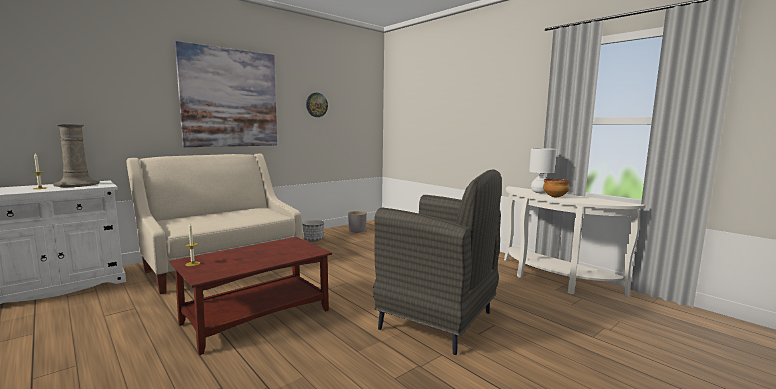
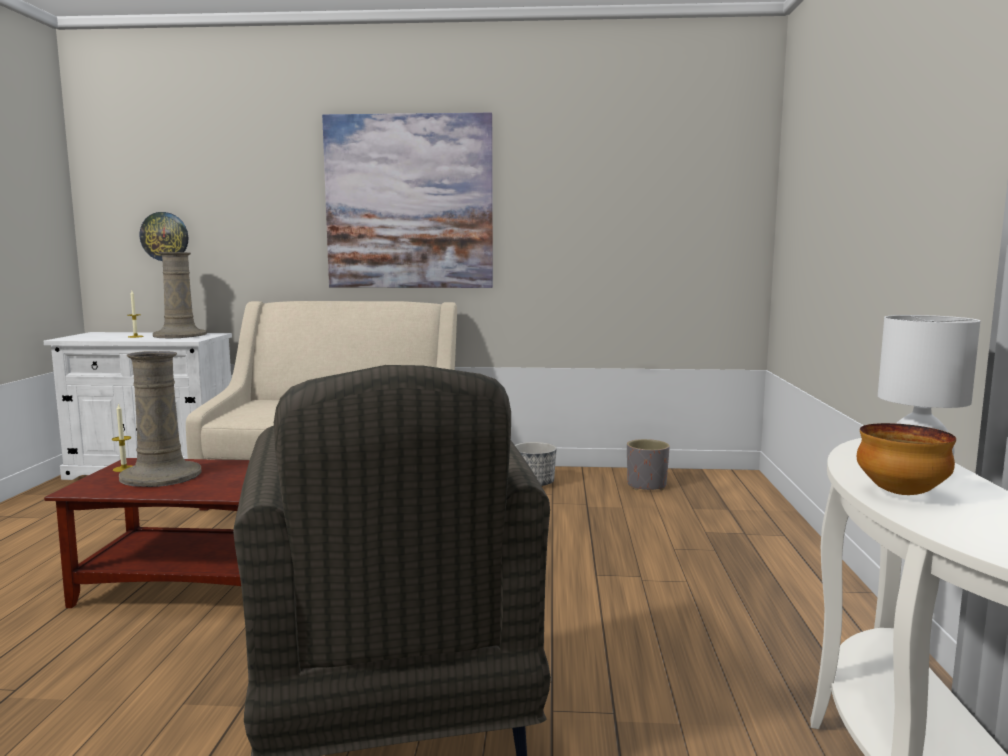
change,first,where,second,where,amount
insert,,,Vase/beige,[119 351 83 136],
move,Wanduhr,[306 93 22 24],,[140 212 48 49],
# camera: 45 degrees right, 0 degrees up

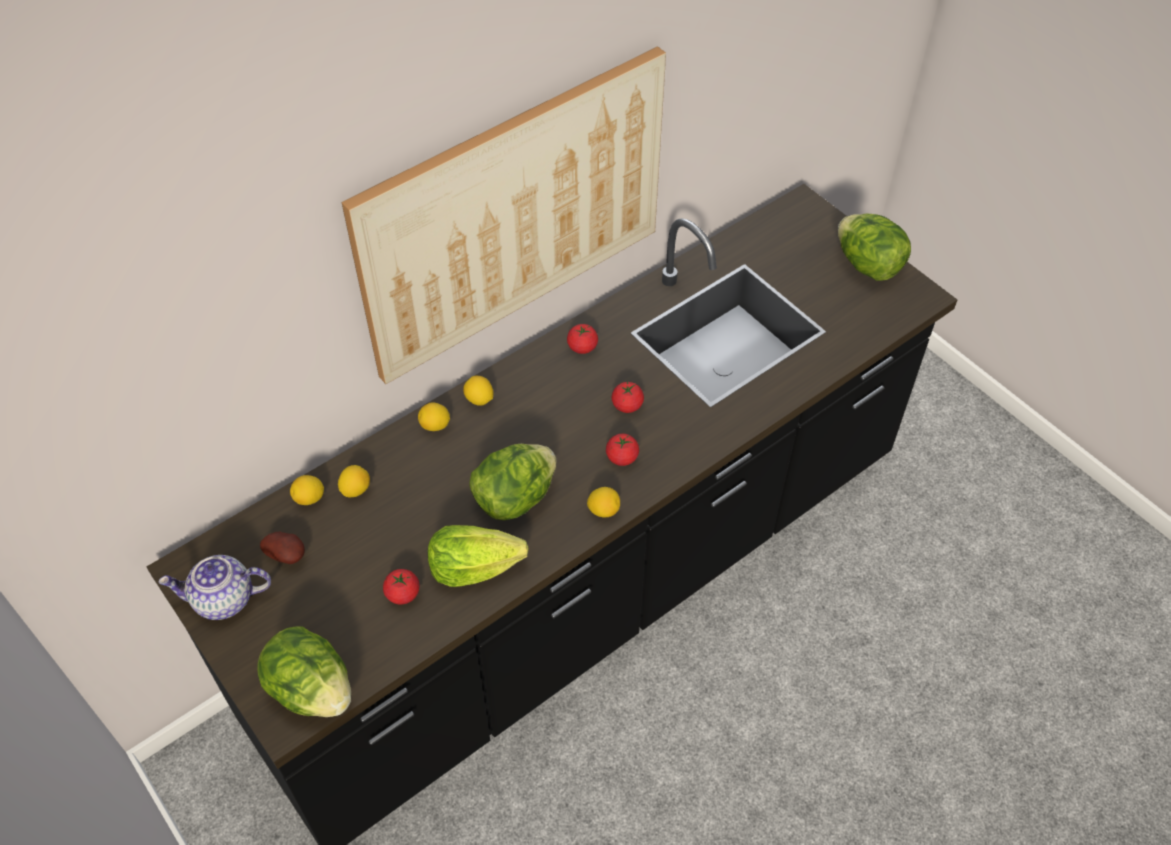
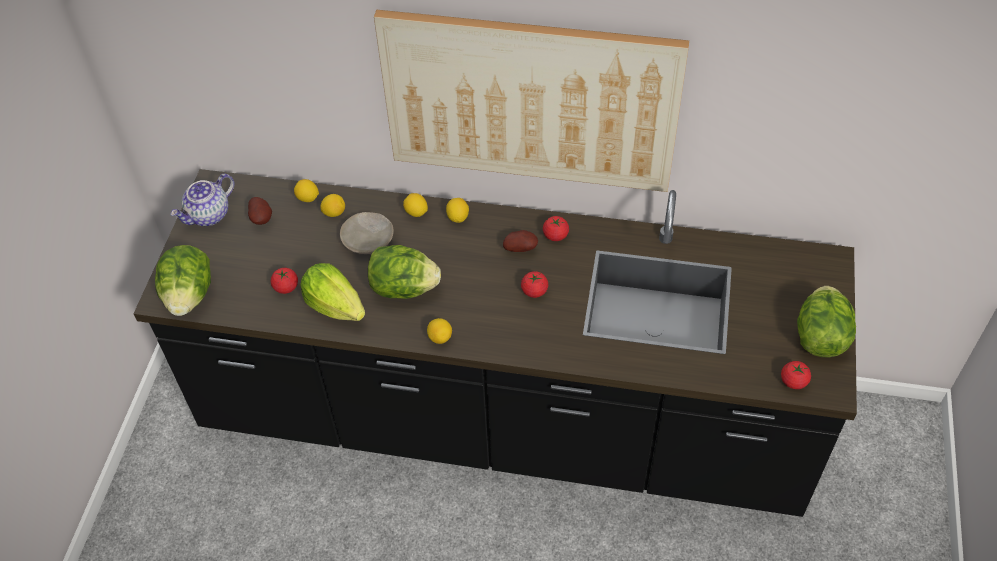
change,first,where,second,where,amount
insert,,,Teller/beige,[340 212 54 42],
insert,,,Kartoffel,[503 230 35 22],
move,Tomate,[606 434 33 32],,[781 361 30 28],
rotate,Teekanne,[158 555 113 65],,[170 174 65 52],90 degrees counterclockwise
# camera: 50 degrees right, 0 degrees up

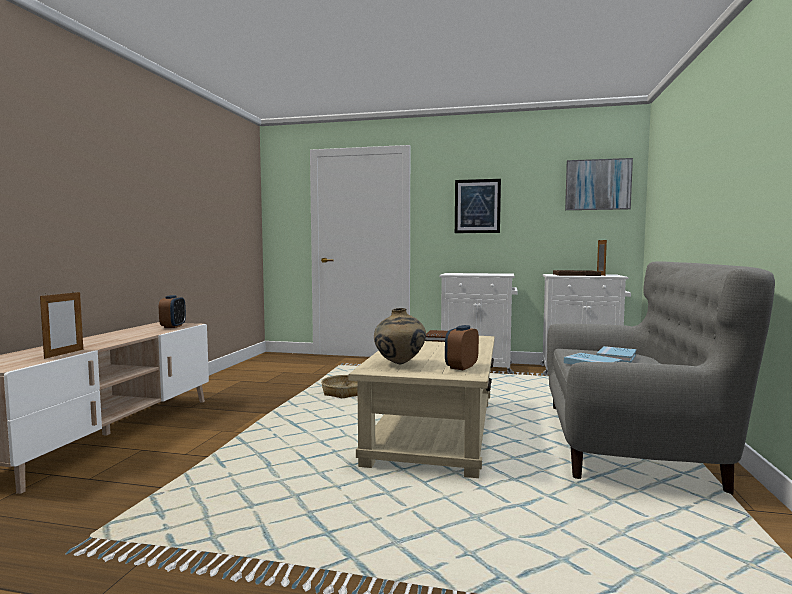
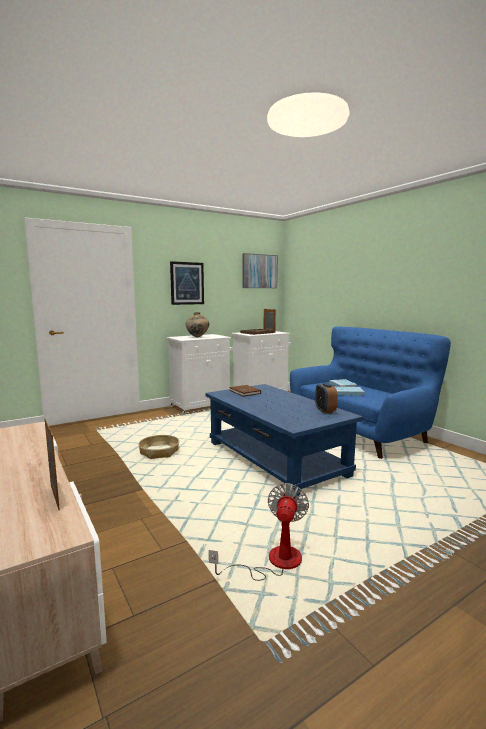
change,first,where,second,where,amount
delete,Wecker,[159 295 27 33],,,
insert,,,Ventilator,[209 483 100 98],
move,Vase/beige,[374 308 52 56],,[186 312 23 25],
recolor,Couchtisch/beige,[349 336 146 142],Couchtisch/blau,[205 384 158 112],
recolor,Sofa/grau,[547 261 228 234],Sofa/blau,[290 327 161 132],
# camera: 45 degrees left, 5 degrees up

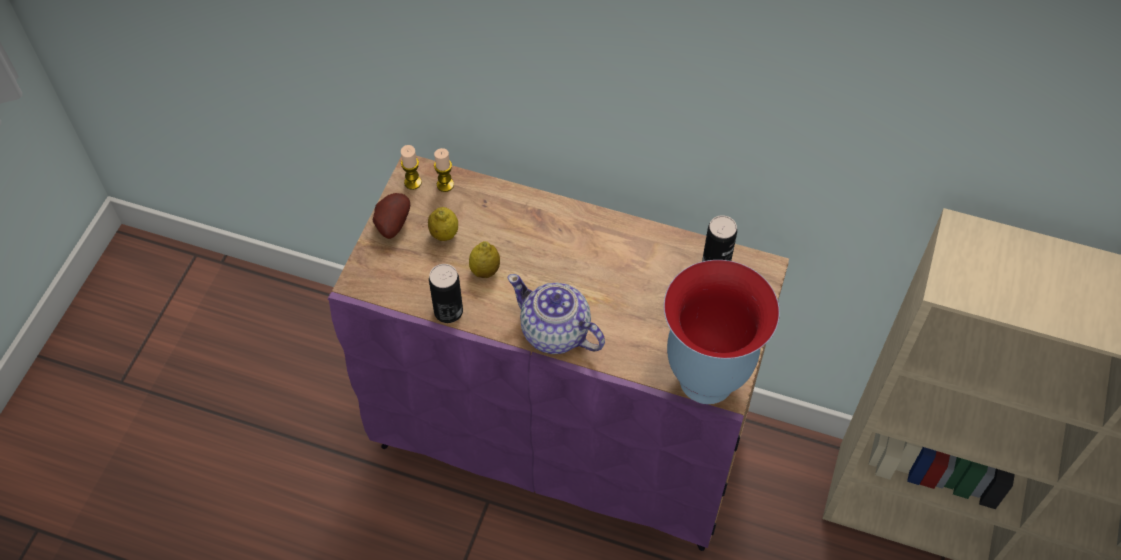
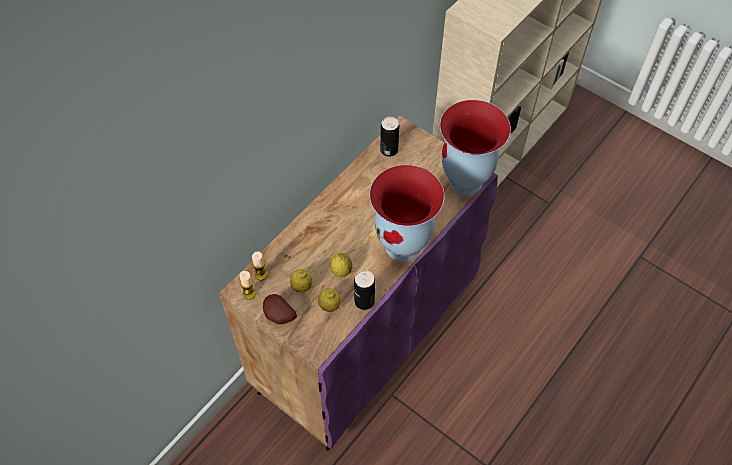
change,first,where,second,where,amount
insert,,,Zitrone,[318 288 23 24],
replace,Teekanne,[507 274 98 80],Vase,[369 165 75 97],
# camera: 70 degrees left, 0 degrees up

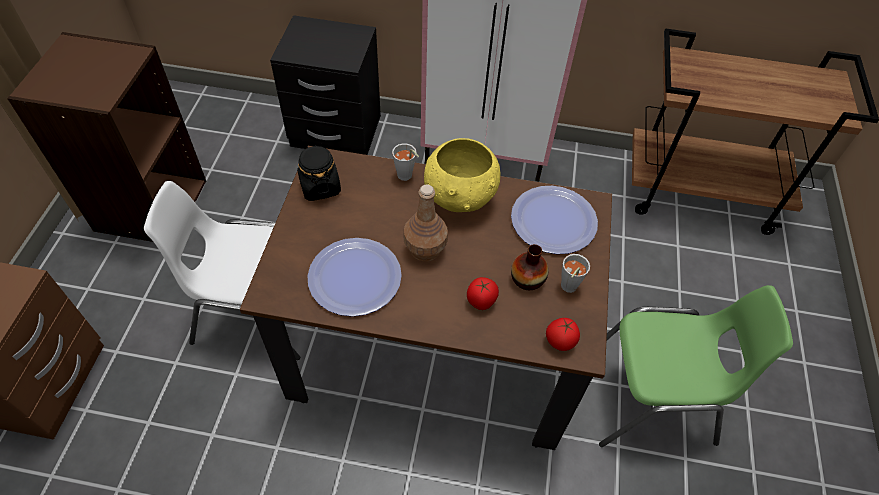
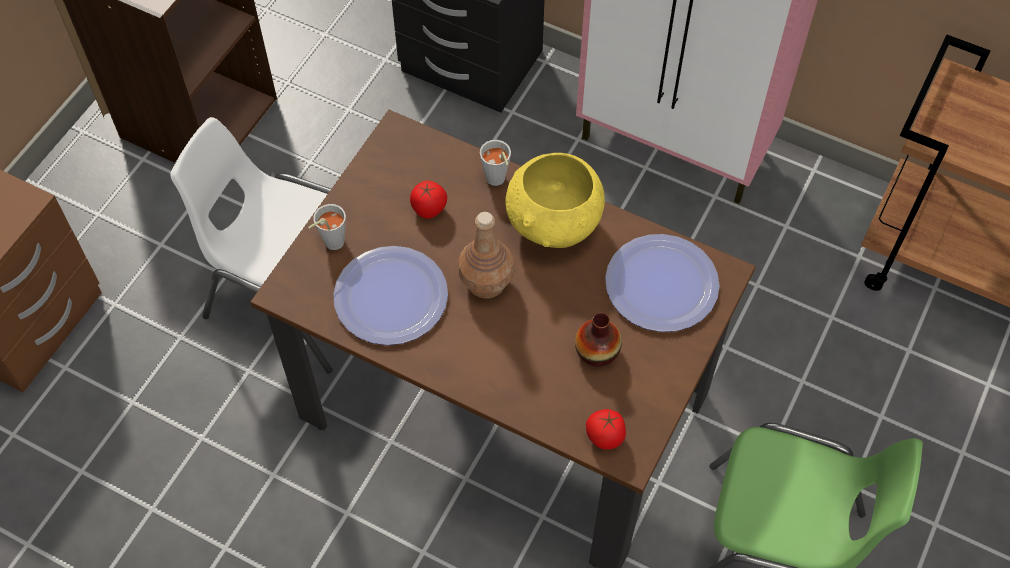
change,first,where,second,where,amount
delete,Vorratsglas/schwarz,[297 144 44 57],,,
move,Tomate,[467 277 32 33],,[410 181 37 38],
move,Tasse/grau,[561 254 29 39],,[308 204 38 46],
# camera: 20 degrees right, 5 degrees up

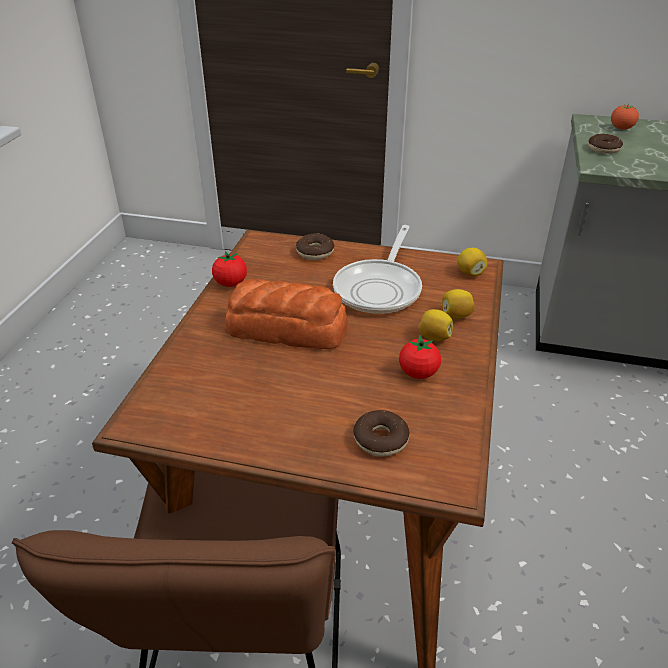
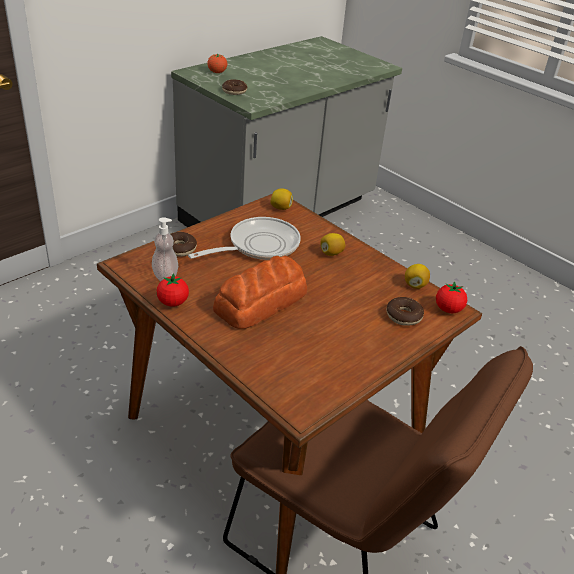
change,first,where,second,where,amount
insert,,,Seifenspender,[152 217 26 64],
move,Tomate,[399 335 42 44],,[436 282 31 31],
move,Zitrone,[442 289 32 30],,[405 264 25 25],
rotate,Pfanne,[333 225 89 89],,[188 217 113 43],90 degrees counterclockwise
# camera: 60 degrees left, 0 degrees up

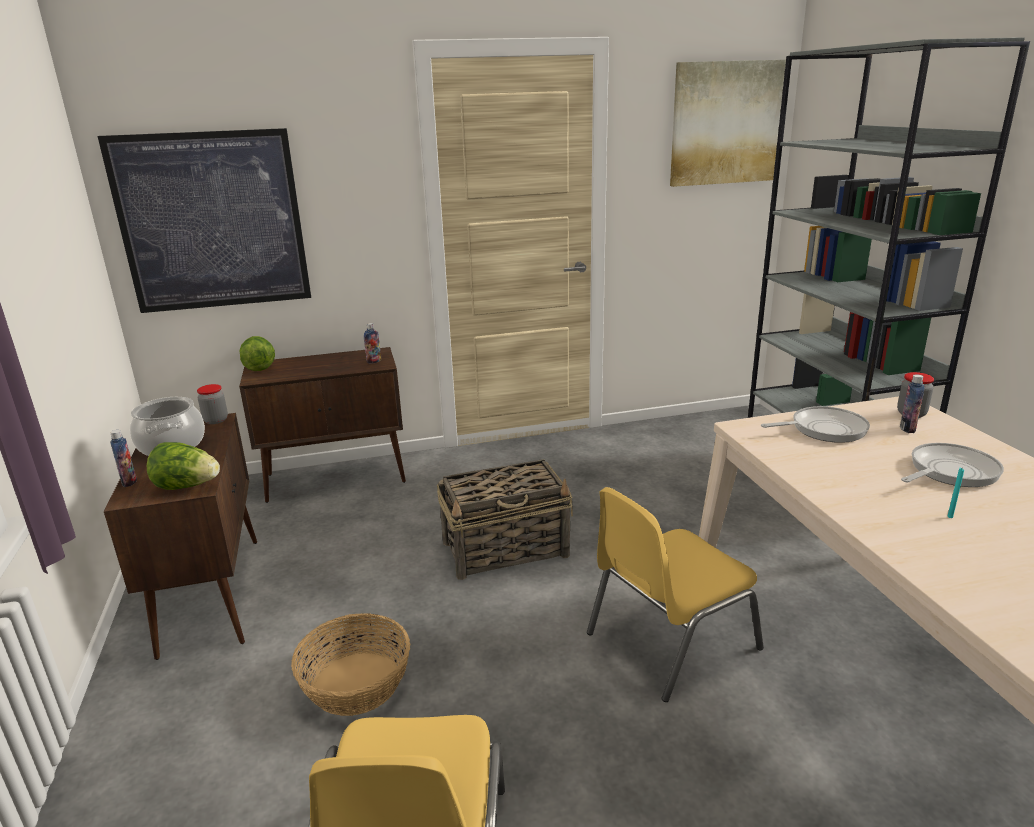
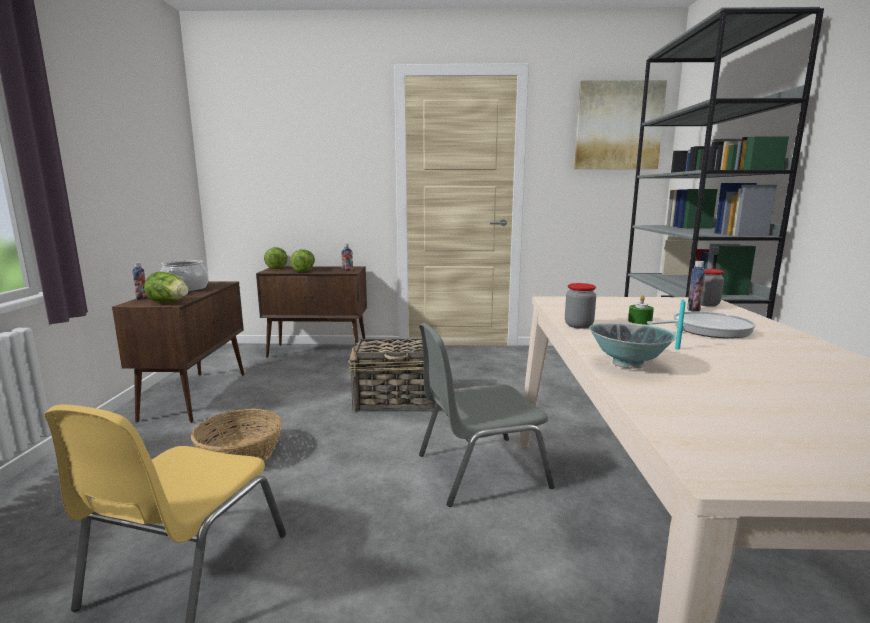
change,first,where,second,where,amount
delete,Bild,[98 128 213 185],,,
delete,Pfanne,[761 406 109 37],,,
insert,,,Salatkopf,[290 249 25 23],
insert,,,Schüssel,[589 323 87 45],
insert,,,Kerze/grün,[628 295 26 30],
move,Vorratsglas,[197 384 31 40],,[565 283 31 46],
recolor,Stuhl/gelb,[587 487 177 215],Stuhl/grau,[419 323 136 184],
# camera: 15 degrees right, 10 degrees down

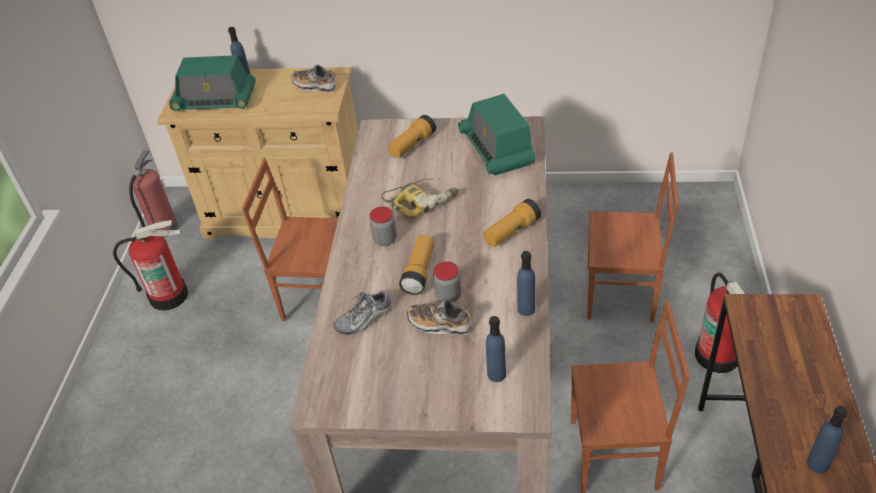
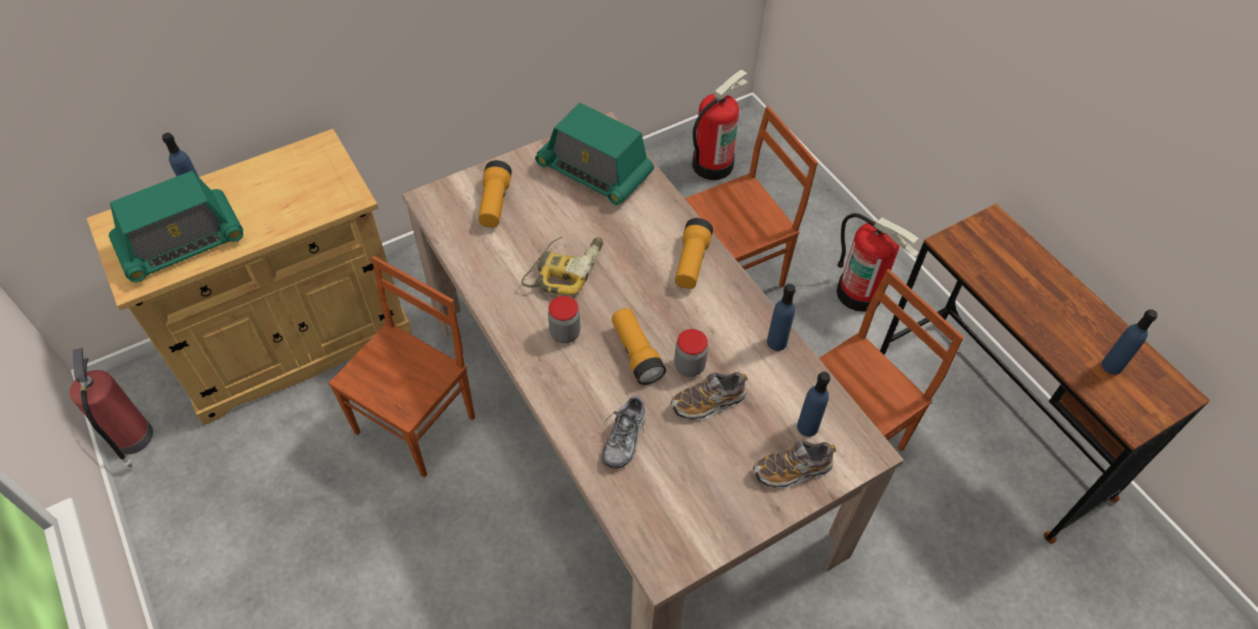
change,first,where,second,where,amount
move,Feuerlöscher,[113 220 75 91],,[692 69 56 111],
move,Schuh,[292 64 45 28],,[753 441 83 48],
rotate,Stuhl/braun,[242 159 96 162],,[328 256 147 222],150 degrees clockwise
# camera: 40 degrees left, 10 degrees up

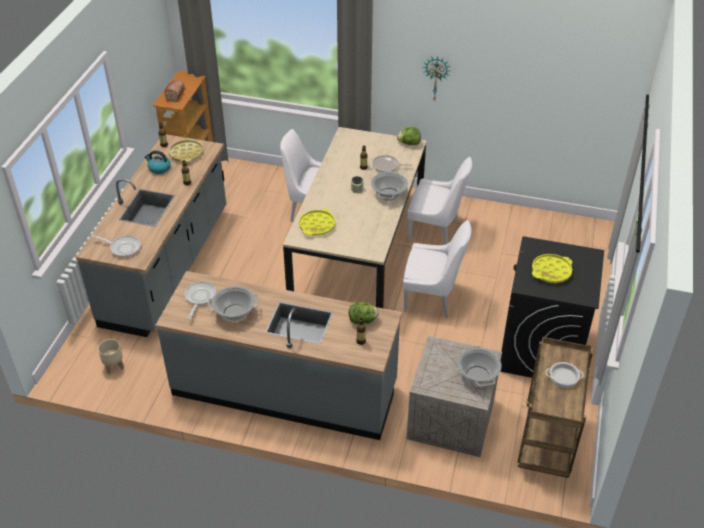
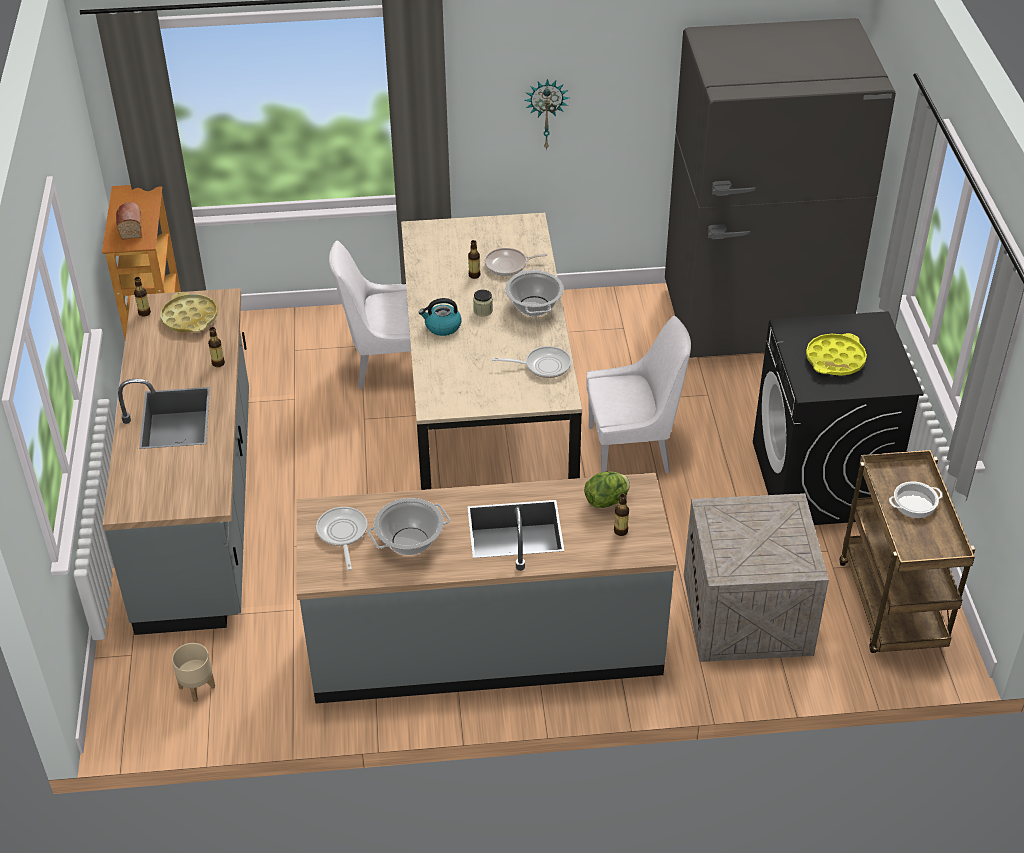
change,first,where,second,where,amount
delete,Tablett/gelb,[299 209 36 26],,,
delete,Salatkopf,[397 127 24 18],,,
delete,Stuhl/weiß,[407 157 65 88],,,
delete,Kochtopf,[457 346 44 41],,,
insert,,,Kühlschrank/grau,[665 18 231 340],
move,Pfanne,[91 235 50 22],,[492 346 79 32],
move,Wasserkessel,[144 150 27 24],,[419 298 43 38],
# camera: 20 degrees left, 0 degrees up

